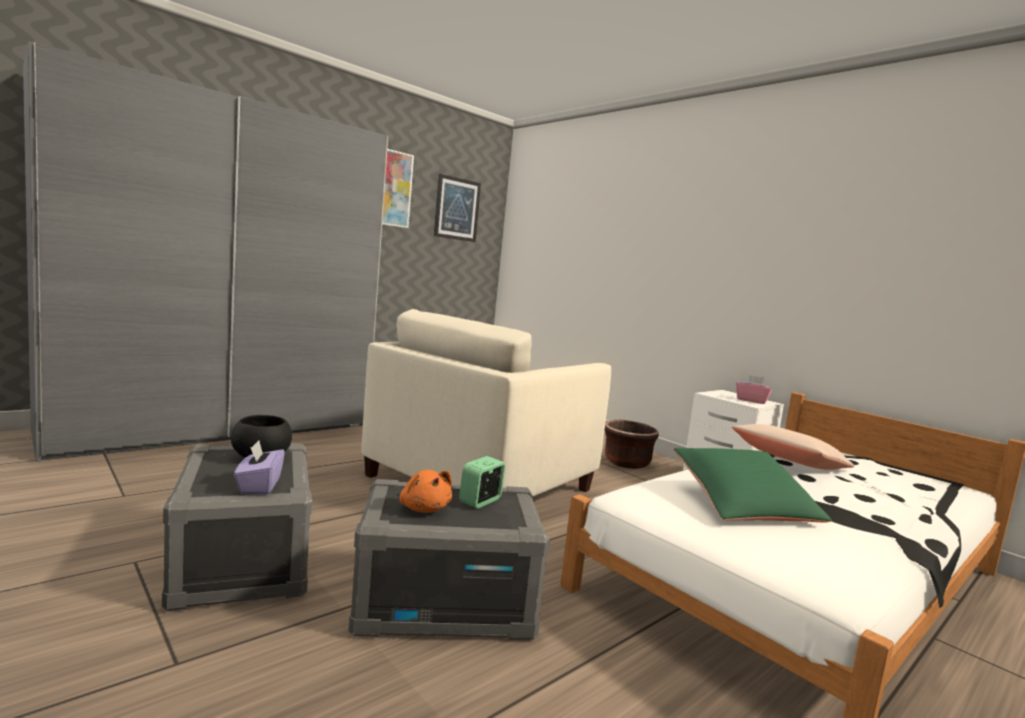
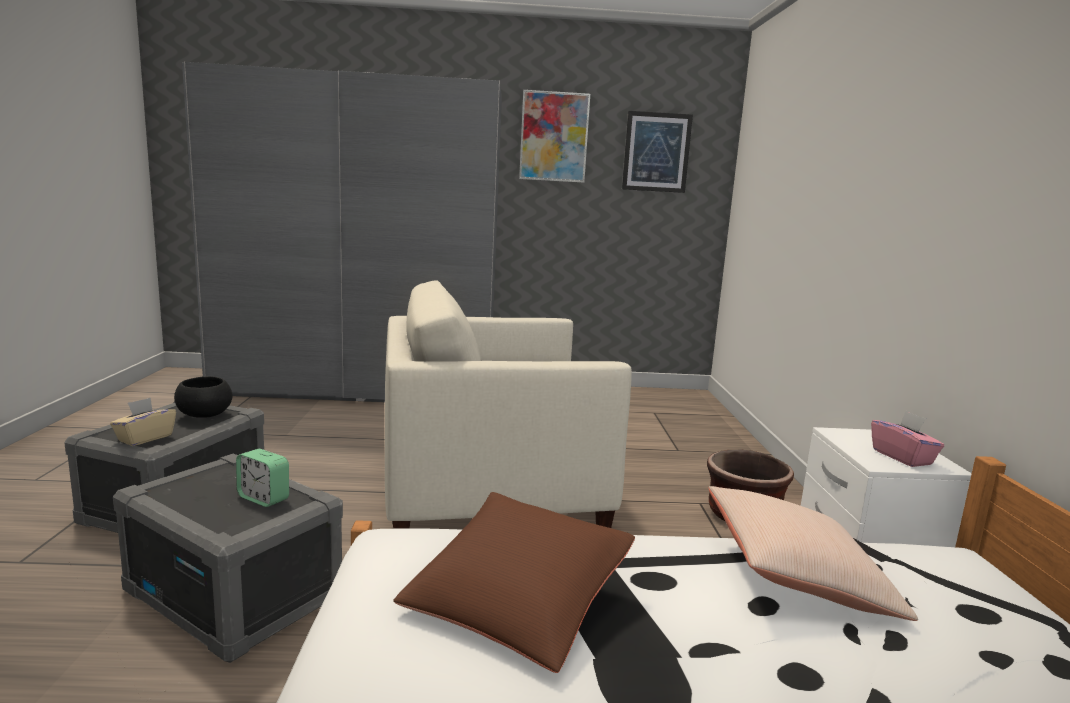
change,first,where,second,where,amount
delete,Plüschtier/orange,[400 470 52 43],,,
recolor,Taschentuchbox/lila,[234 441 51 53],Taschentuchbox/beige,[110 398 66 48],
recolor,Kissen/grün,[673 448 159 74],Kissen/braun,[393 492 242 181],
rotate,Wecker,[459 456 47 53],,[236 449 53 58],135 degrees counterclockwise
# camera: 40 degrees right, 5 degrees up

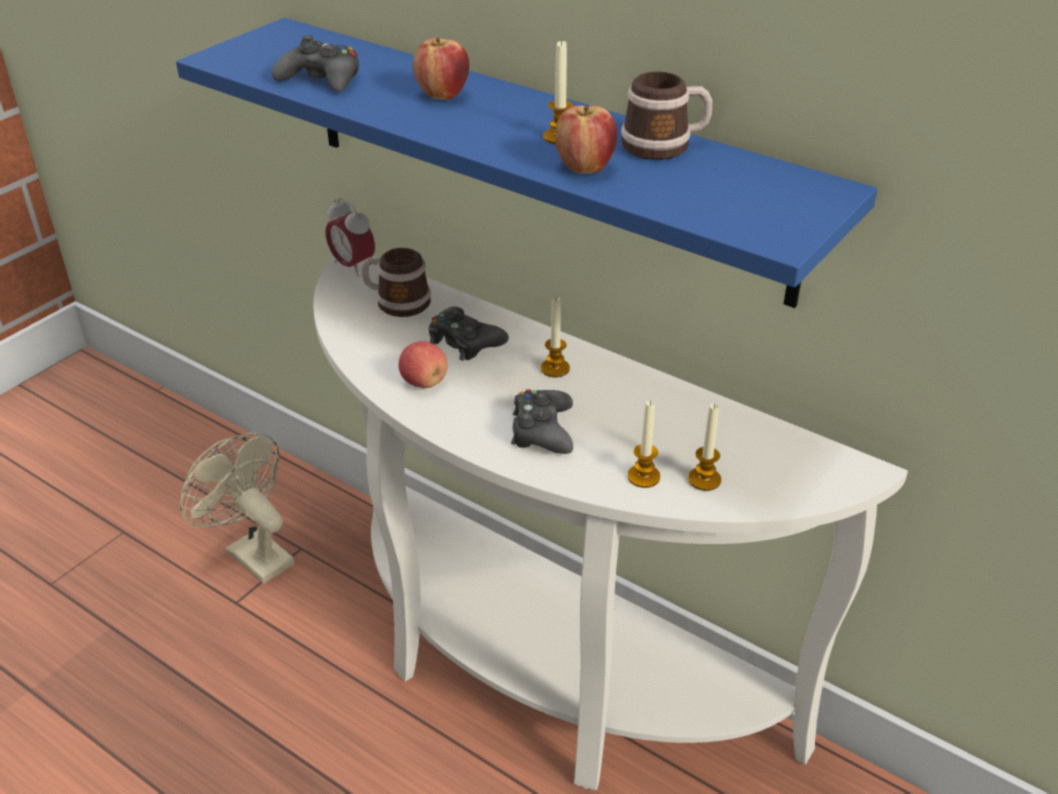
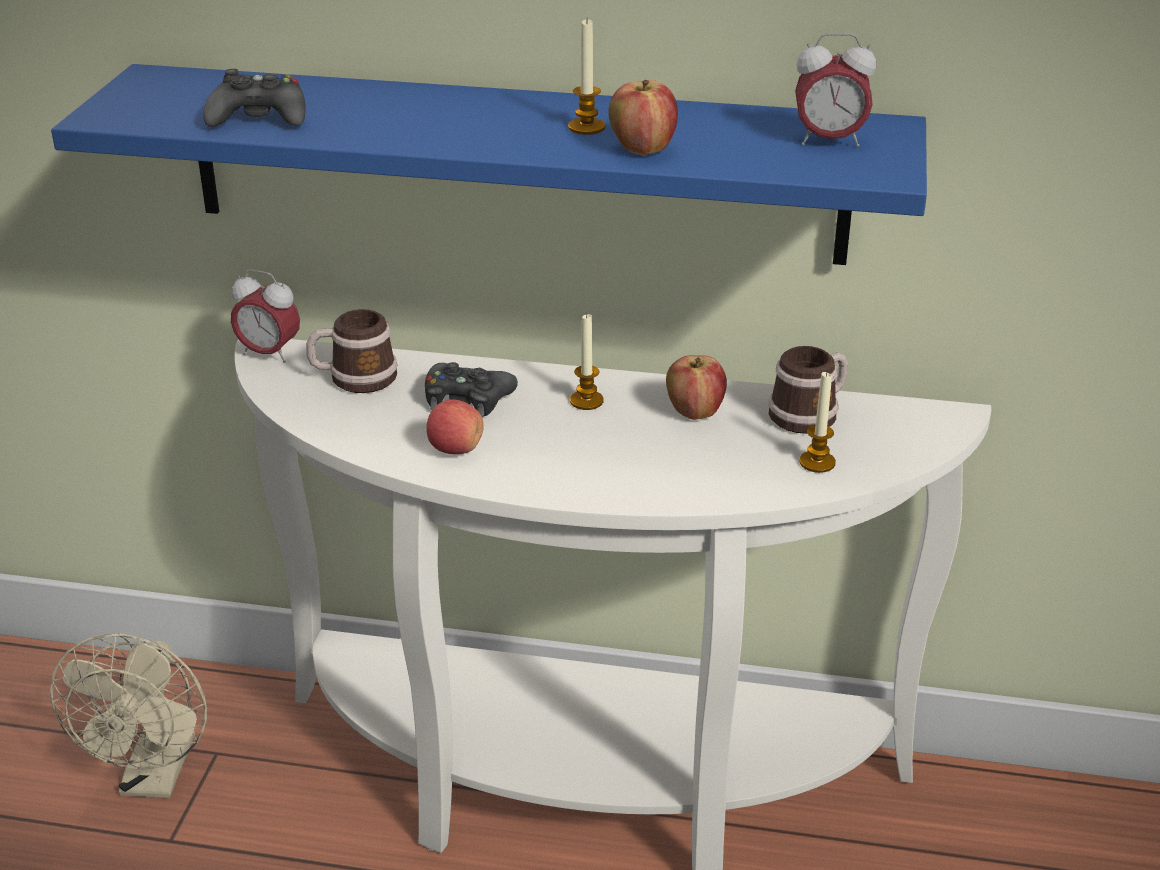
change,first,where,second,where,amount
delete,Gamepad/schwarz,[511 389 62 65],,,
delete,Kerze,[628 401 32 87],,,
insert,,,Wecker,[795 33 81 114],
move,Apfel,[413 37 56 63],,[666 355 61 65],
move,Henkelbecher,[621 72 91 88],,[768 346 80 88],
rotate,Ventilator/beige,[180 432 114 152],,[50 634 157 164],105 degrees counterclockwise
# camera: 25 degrees left, 5 degrees down

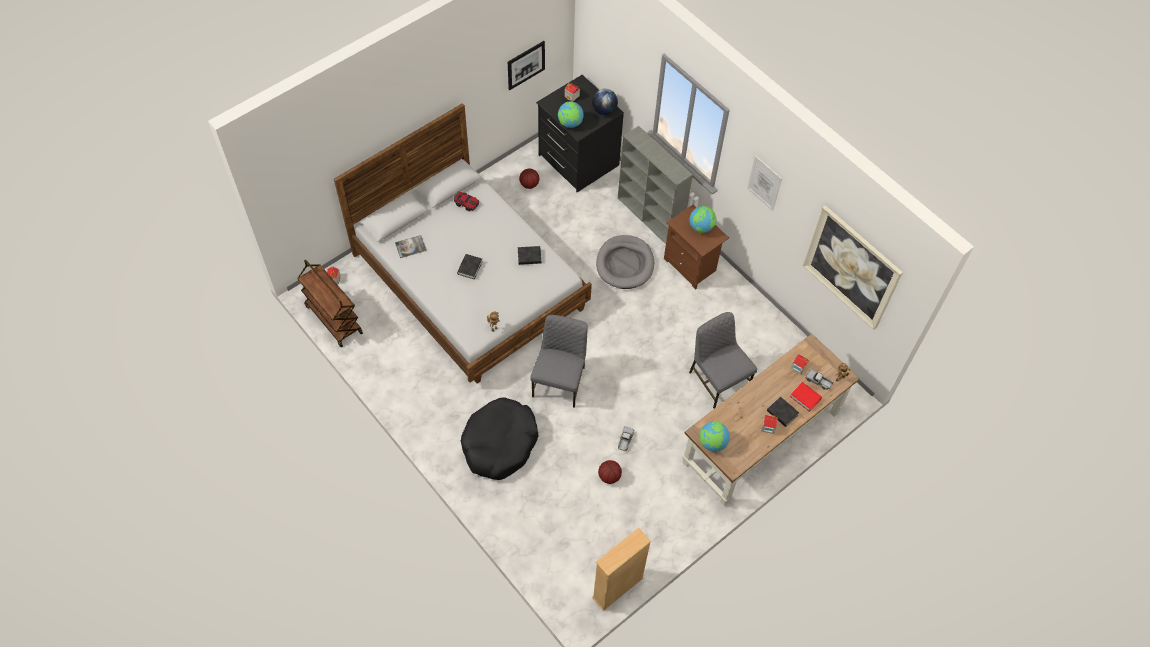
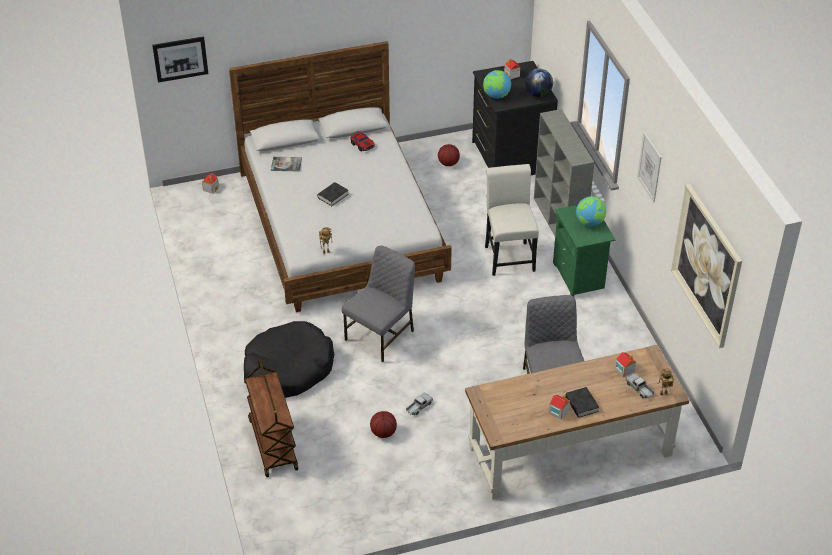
change,first,where,second,where,amount
delete,Buch/schwarz,[518 246 23 19],,,
delete,Bücherregal/beige,[592 528 59 83],,,
delete,Globus,[700 421 30 30],,,
delete,Buch/rot,[790 382 32 30],,,
move,Rollwagen/braun,[297 259 66 88],,[245 358 53 119],
move,Bild,[508 41 37 49],,[152 36 56 47],
replace,Hundebett/grau,[596 235 58 54],Stuhl/weiß,[485 164 54 112],
recolor,Nachttisch/braun,[664 205 65 85],Nachttisch/grün,[553 205 63 92],
# camera: 25 degrees right, 15 degrees down

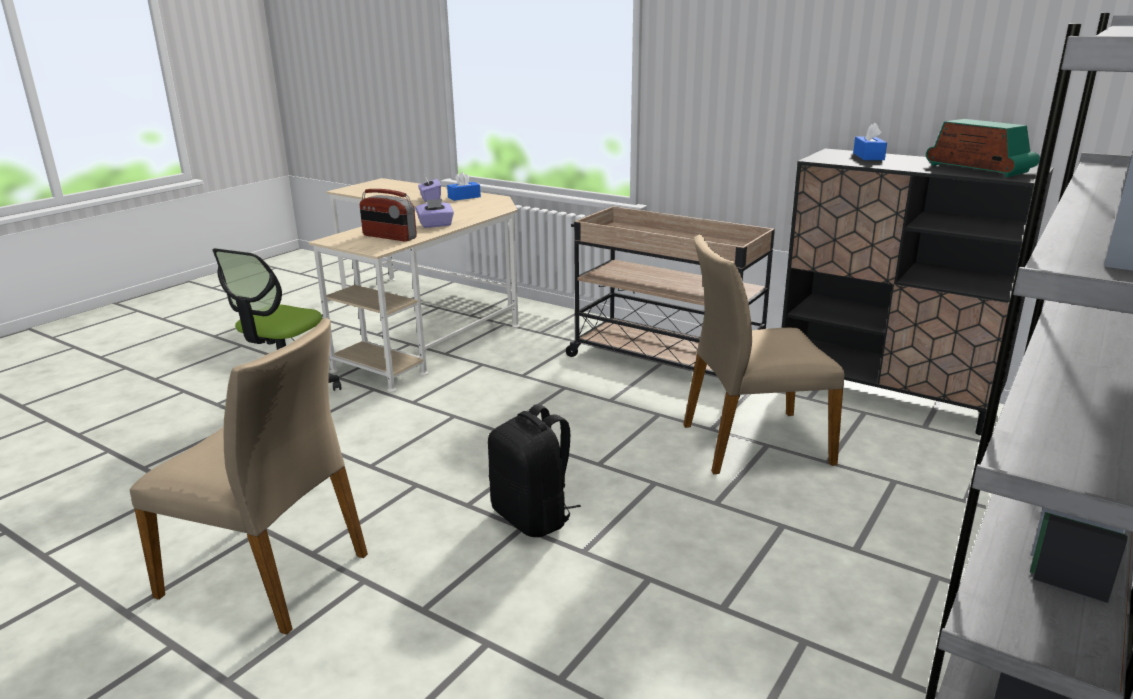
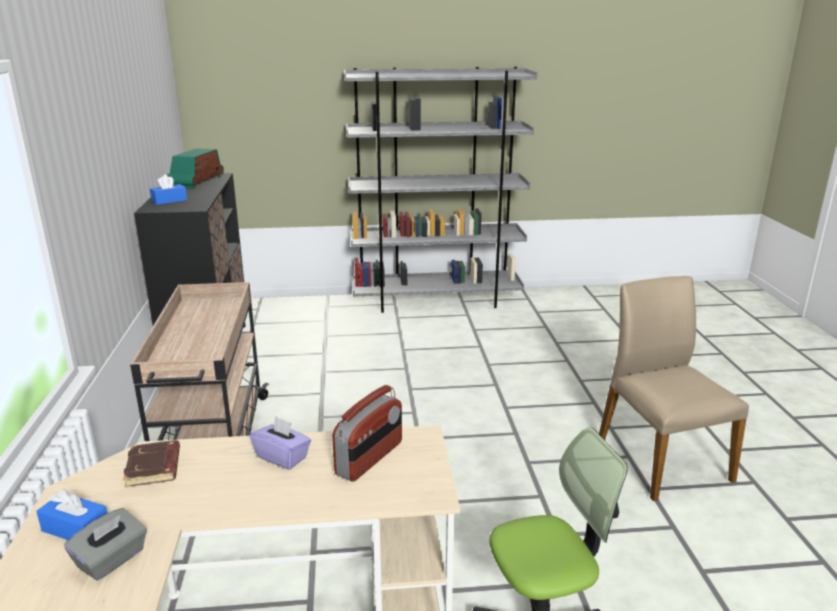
change,first,where,second,where,amount
delete,Rucksack/schwarz,[488 404 93 133],,,
delete,Stuhl/beige,[683 234 162 241],,,
insert,,,Buch/braun,[123 440 57 47],
recolor,Taschentuchbox/lila,[418 178 23 24],Taschentuchbox/grau,[64 508 83 73],
rotate,Radio,[360 189 57 53],,[332 385 70 97],45 degrees clockwise
# camera: 130 degrees left, 0 degrees up

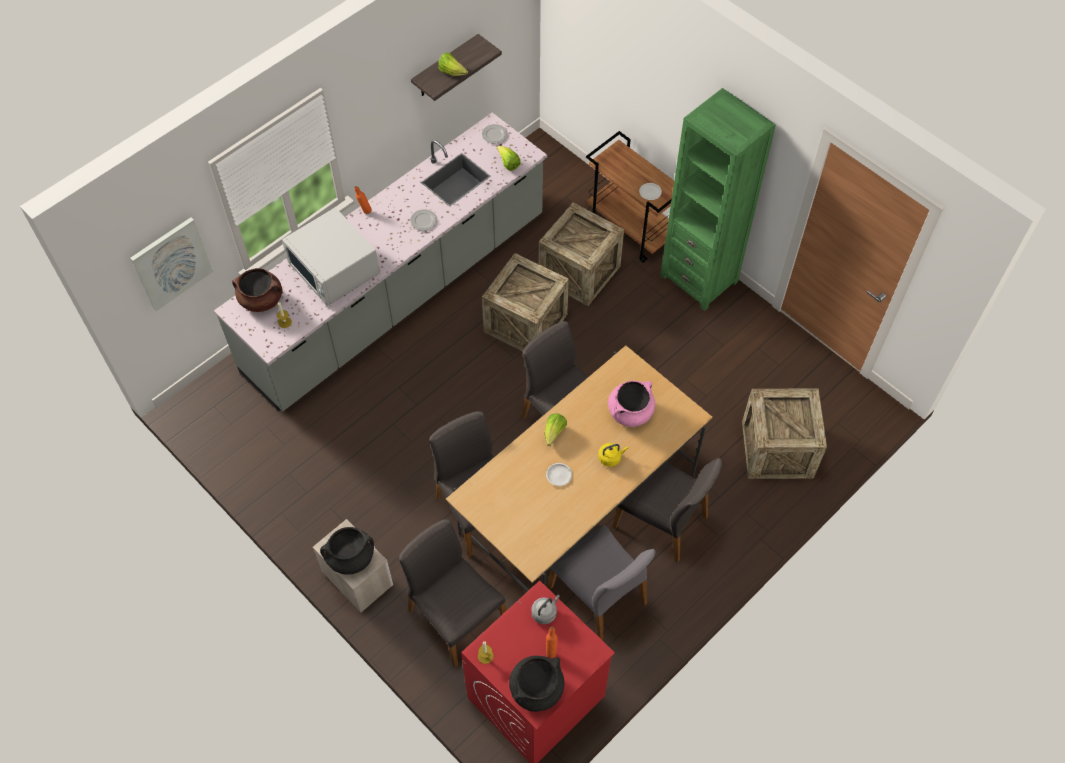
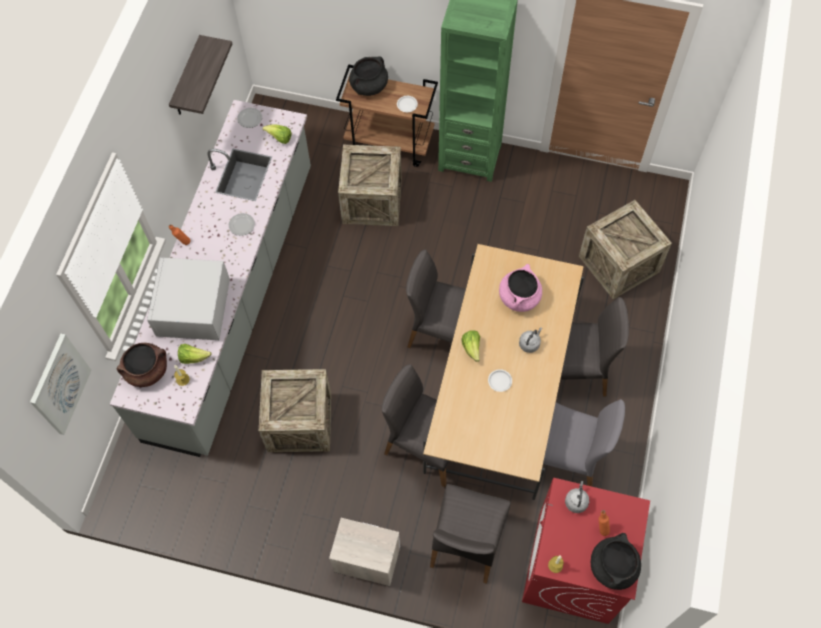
change,first,where,second,where,amount
move,Kochtopf/schwarz,[320 527 54 48],,[349 56 39 40],
move,Salatkopf,[438 53 30 23],,[178 344 34 20],
move,Kiste,[482 253 87 98],,[259 369 72 83],
recolor,Wasserkessel/gelb,[598 443 30 24],Wasserkessel/grau,[519 327 23 26],
rotate,Mikrowelle/weiß,[282 207 98 99],,[147 257 83 83],75 degrees clockwise
rotate,Stuhl/grau,[399 519 107 149],,[430 484 81 100],90 degrees counterclockwise
# camera: 30 degrees left, 5 degrees up

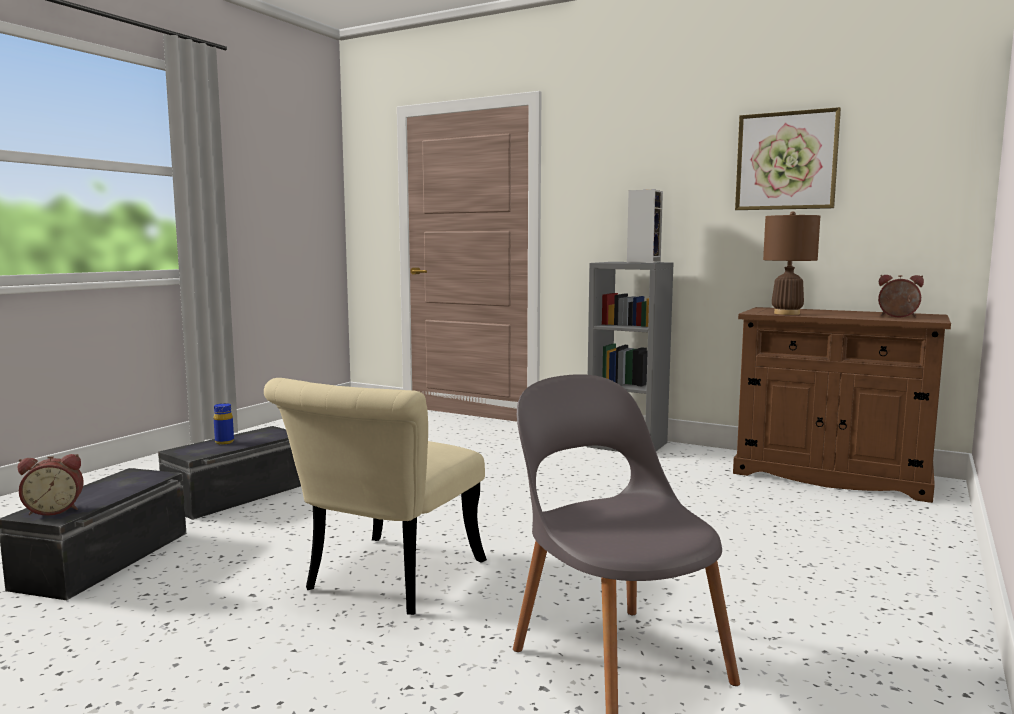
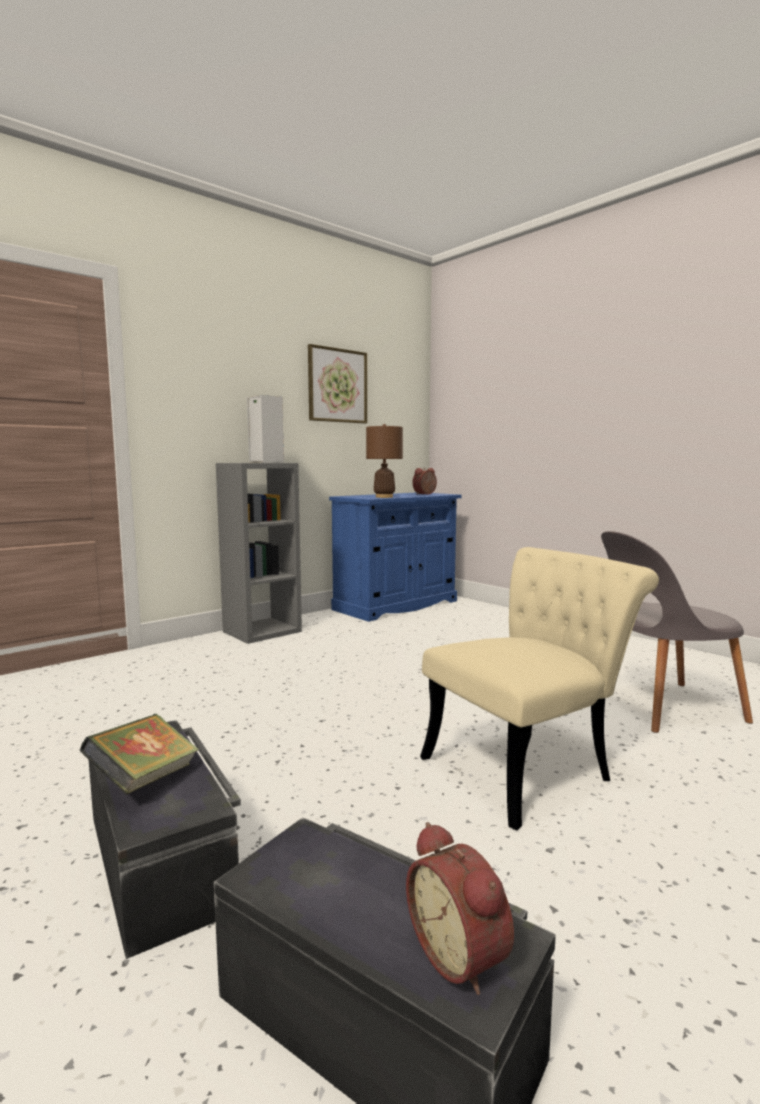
change,first,where,second,where,amount
replace,Flasche/blau,[214 403 20 41],Buch,[80 714 119 81],
recolor,Schrank/braun,[733 307 218 196],Schrank/blau,[329 493 133 129],
rotate,Wecker,[18 454 66 62],,[406 822 108 173],150 degrees clockwise
rotate,Stuhl/beige,[264 378 223 237],,[420 547 239 283],75 degrees counterclockwise
# camera: 70 degrees left, 0 degrees up

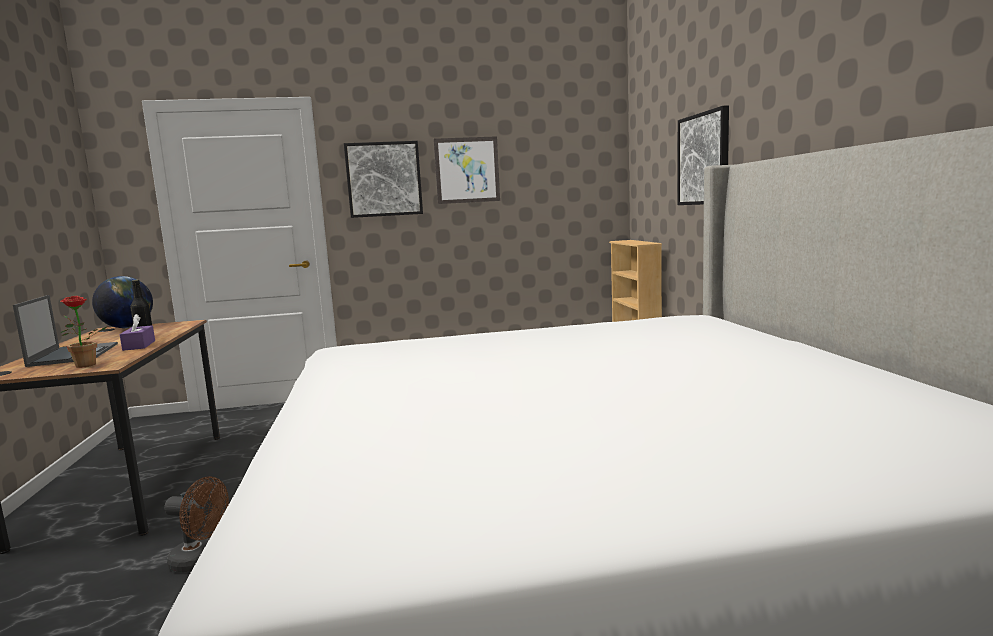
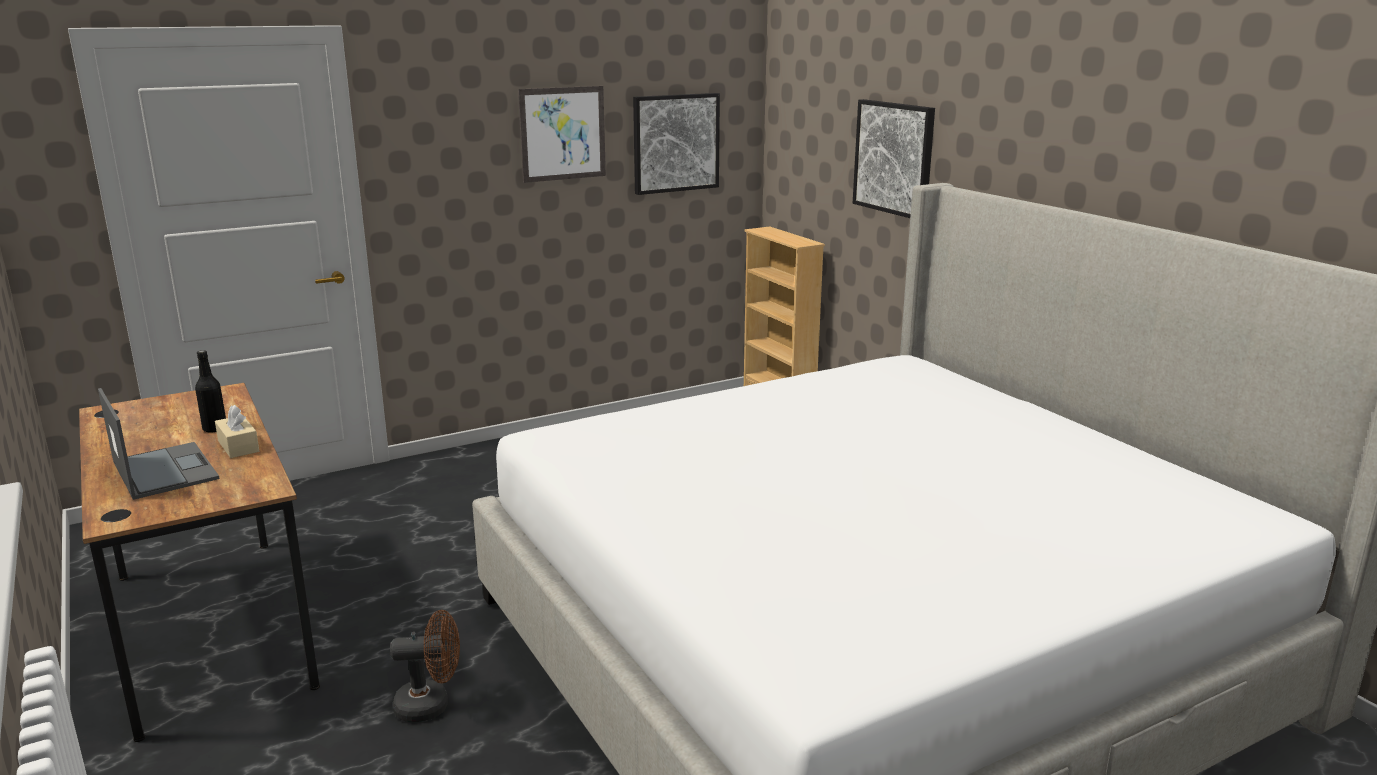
change,first,where,second,where,amount
delete,Topfpflanze,[60 296 47 72],,,
delete,Globus,[92 276 61 52],,,
move,Bild,[344 141 79 77],,[633 93 87 102],
recolor,Taschentuchbox/lila,[120 314 35 37],Taschentuchbox/beige,[215 405 44 53],
# camera: 20 degrees left, 10 degrees up

